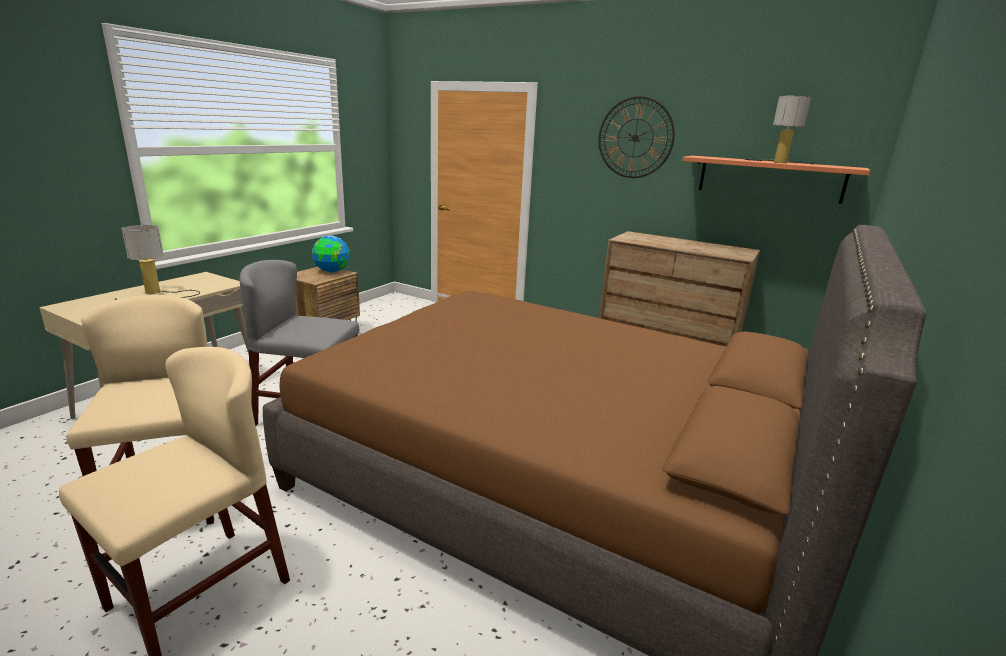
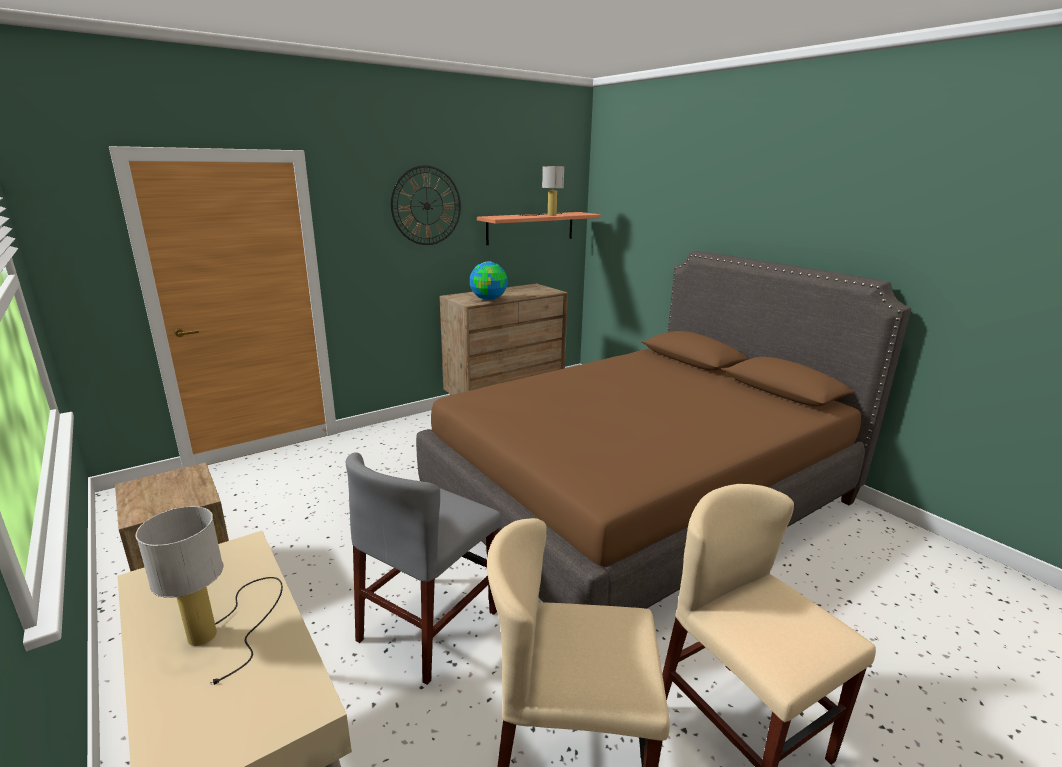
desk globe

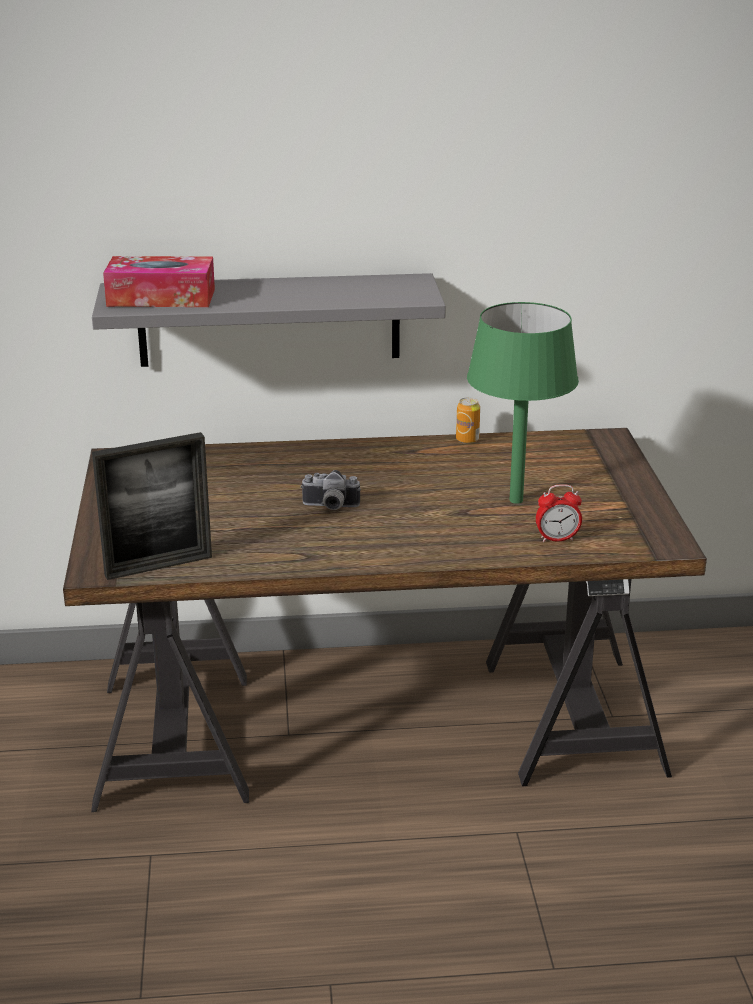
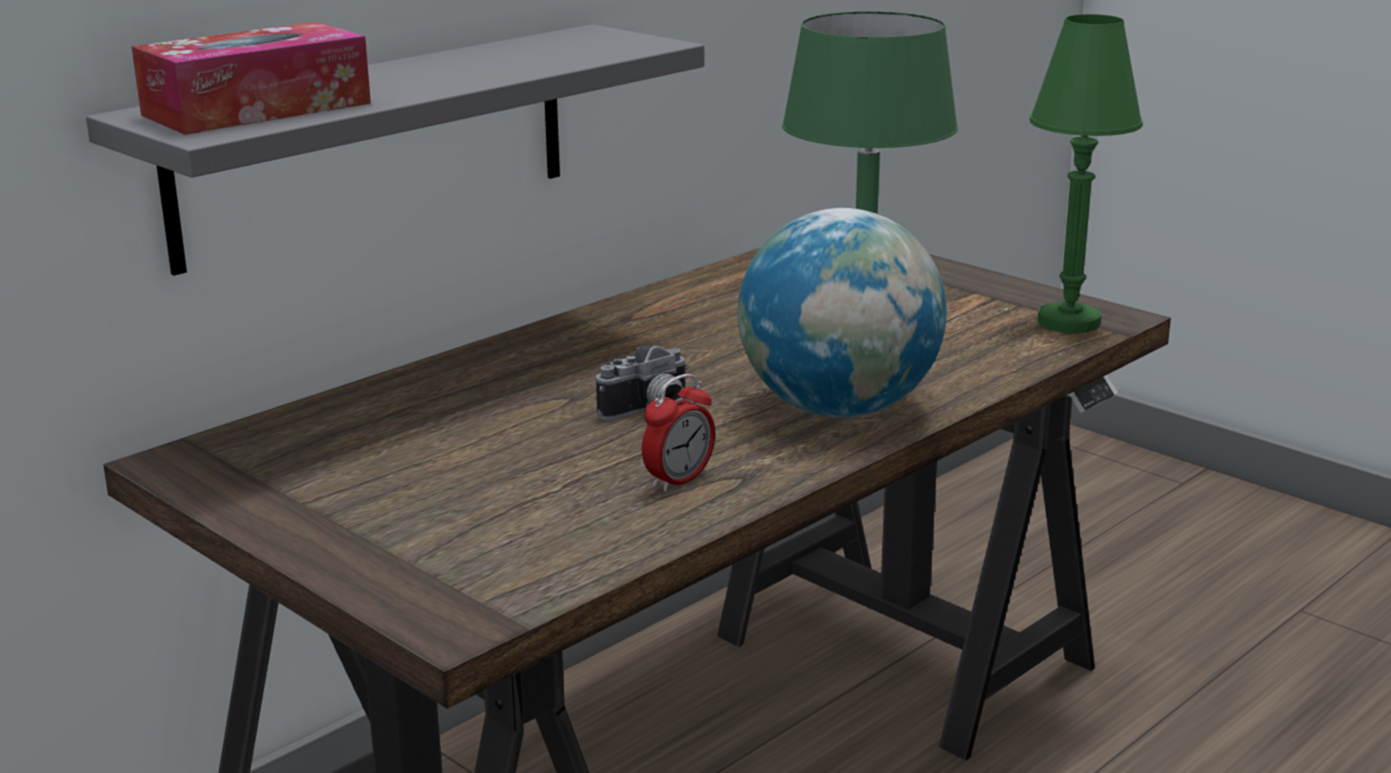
alarm clock; desk globe; tabletop lamp in greenish (no. 2 from left); standing frame; metal can

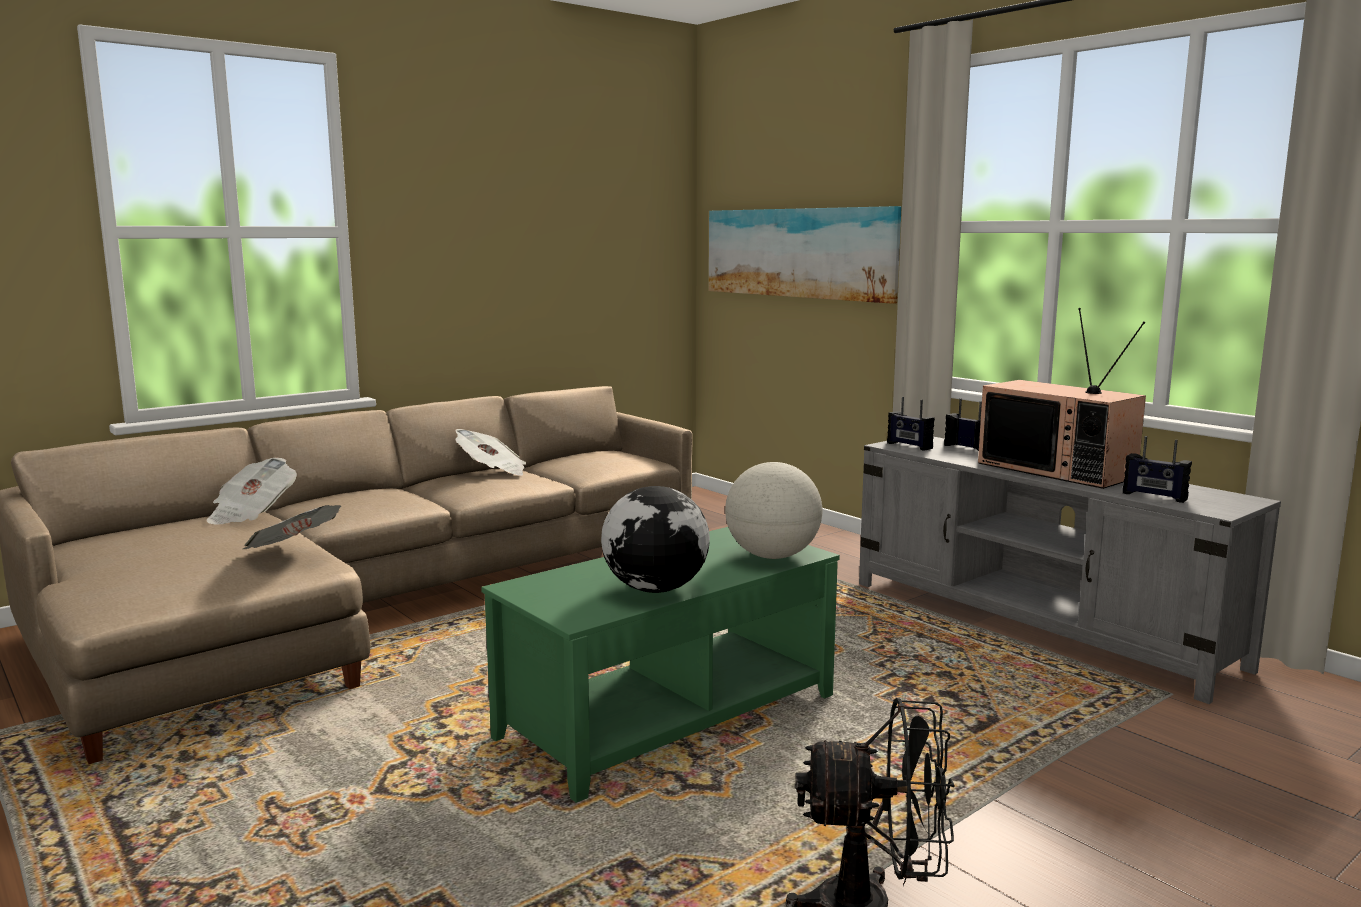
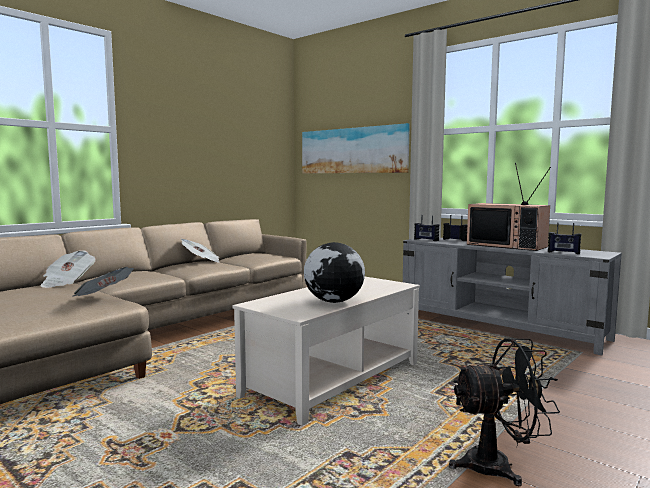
lounge table in beige-coloured; desk globe (no. 2 from left in the first image)

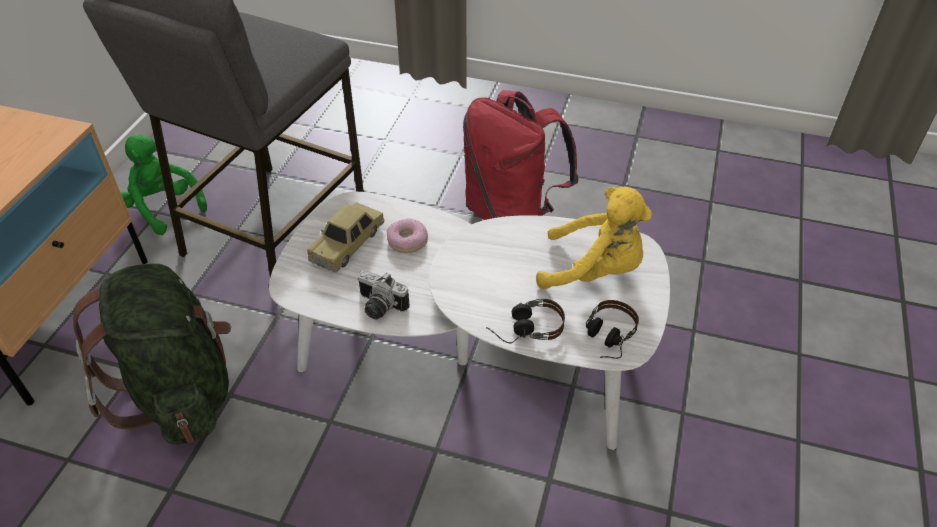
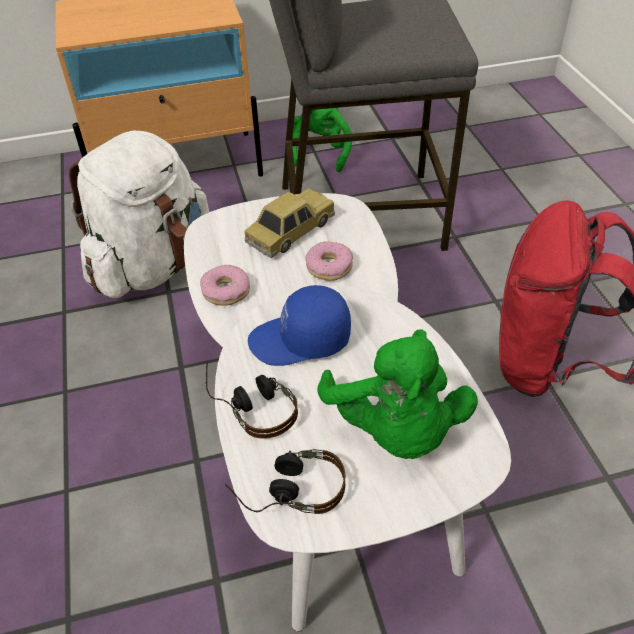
rucksack in white-coloured; donut (no. 1 from left); miniature car; cap in blue; soft toy in greenish (no. 2 from left)

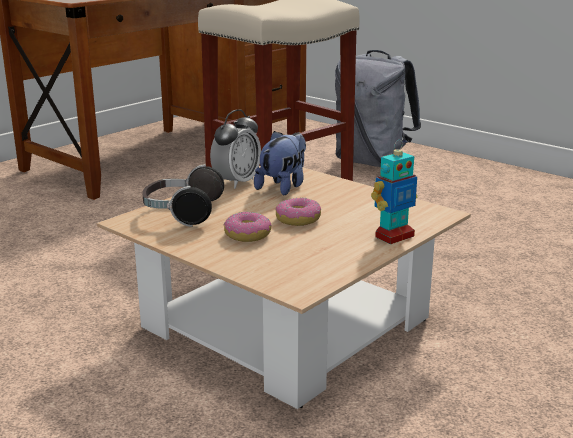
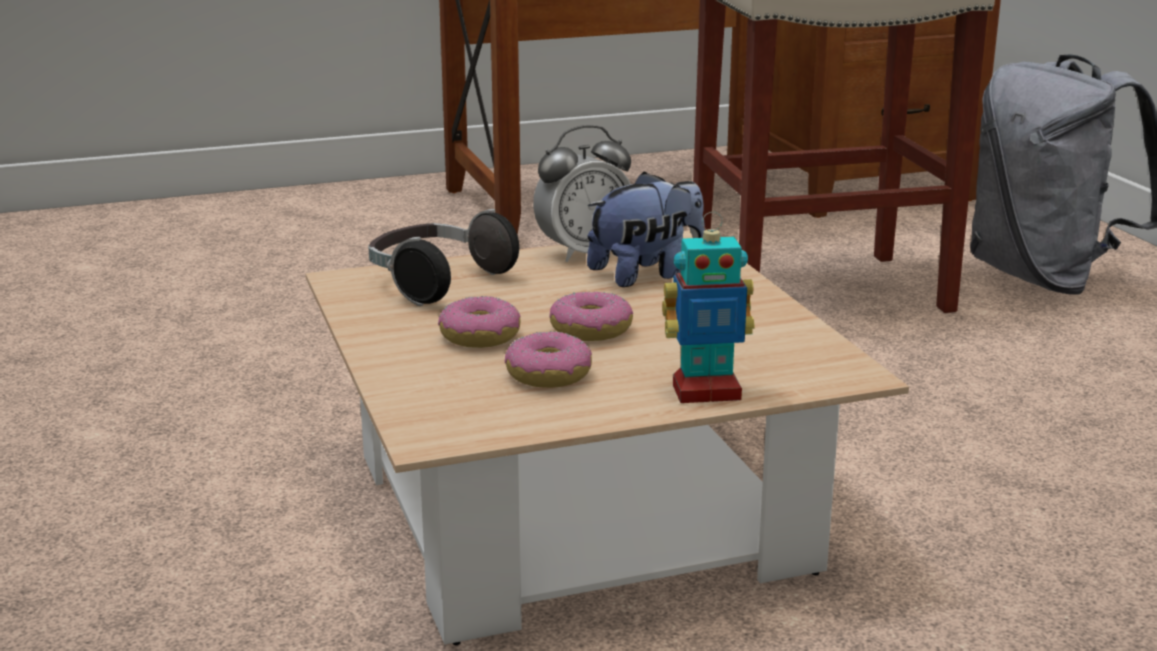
donut (no. 2 from left)

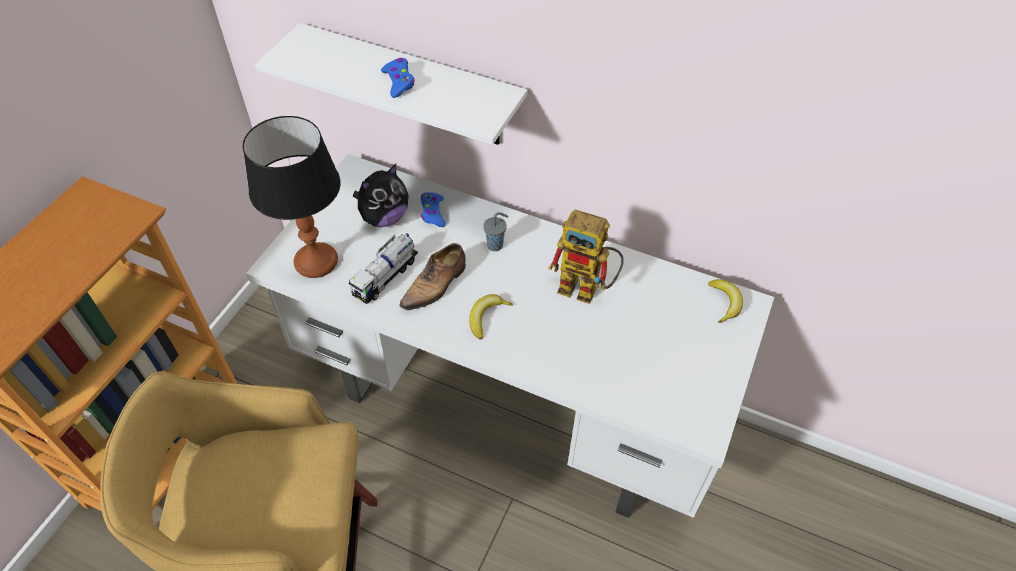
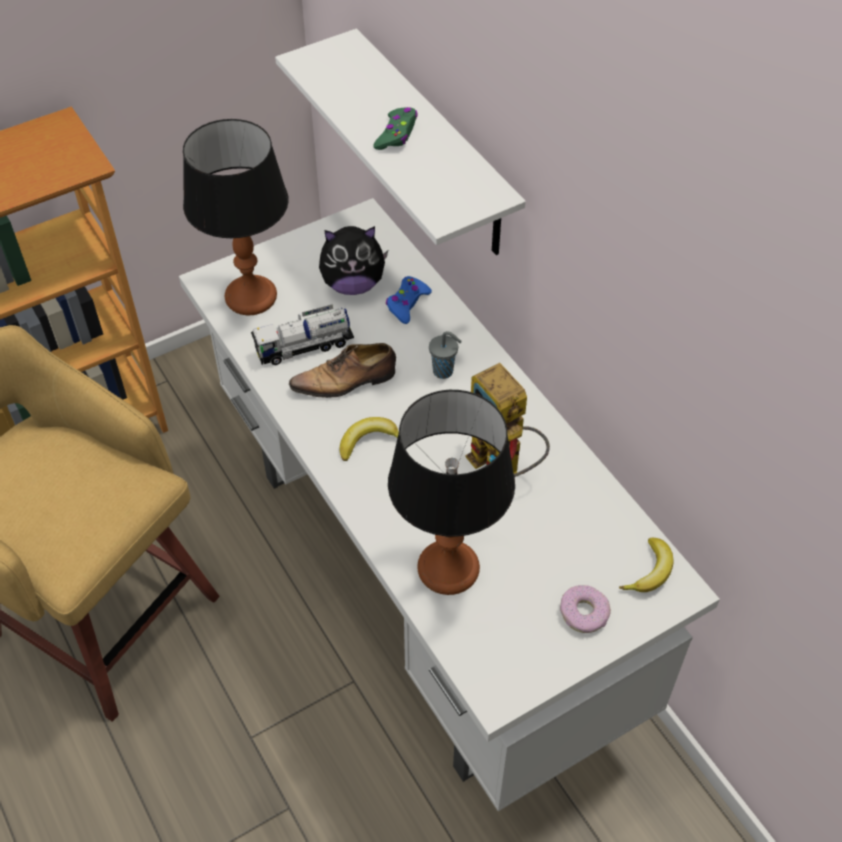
gamepad in greenish; tabletop lamp (no. 2 from left); donut

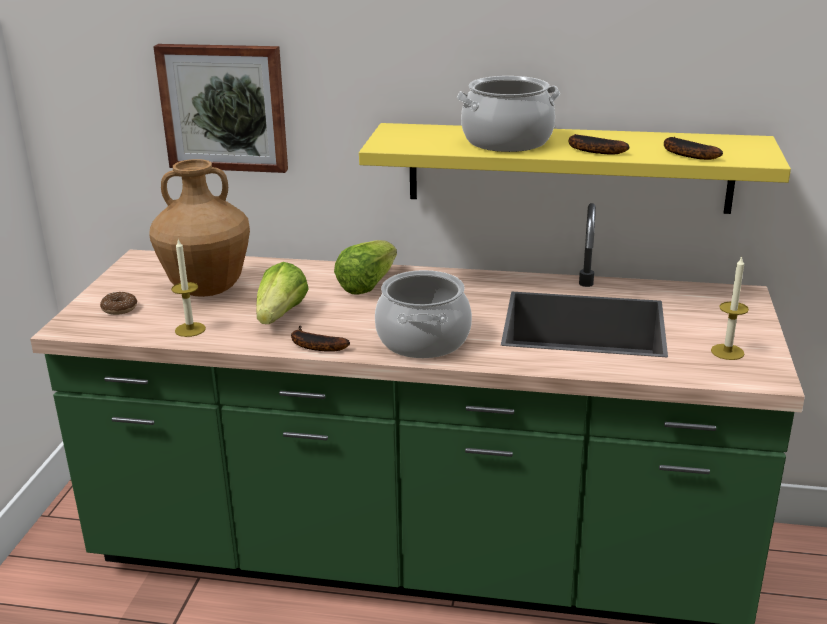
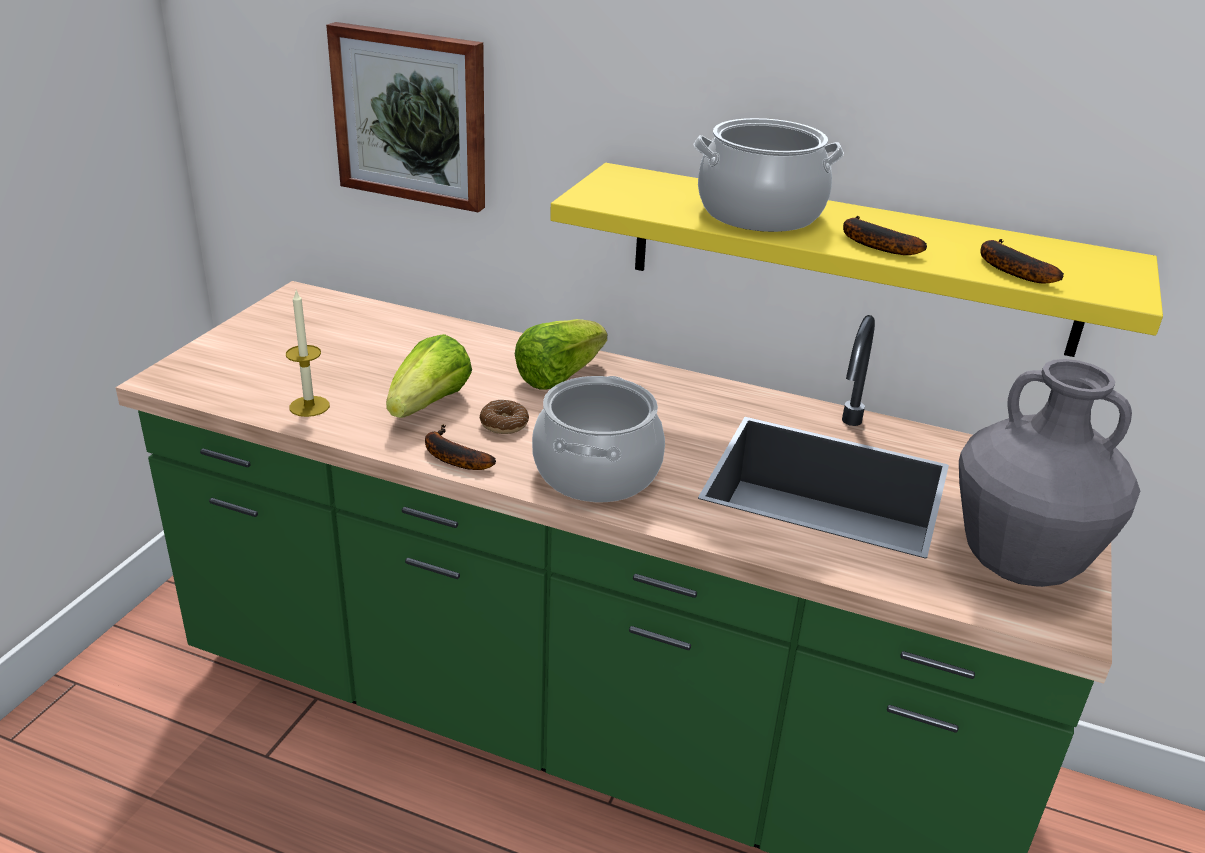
donut; decorative vase in grey; decorative vase in brown

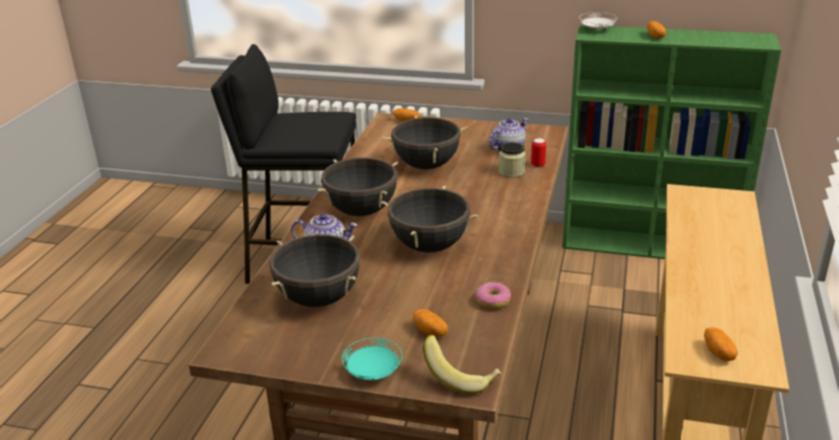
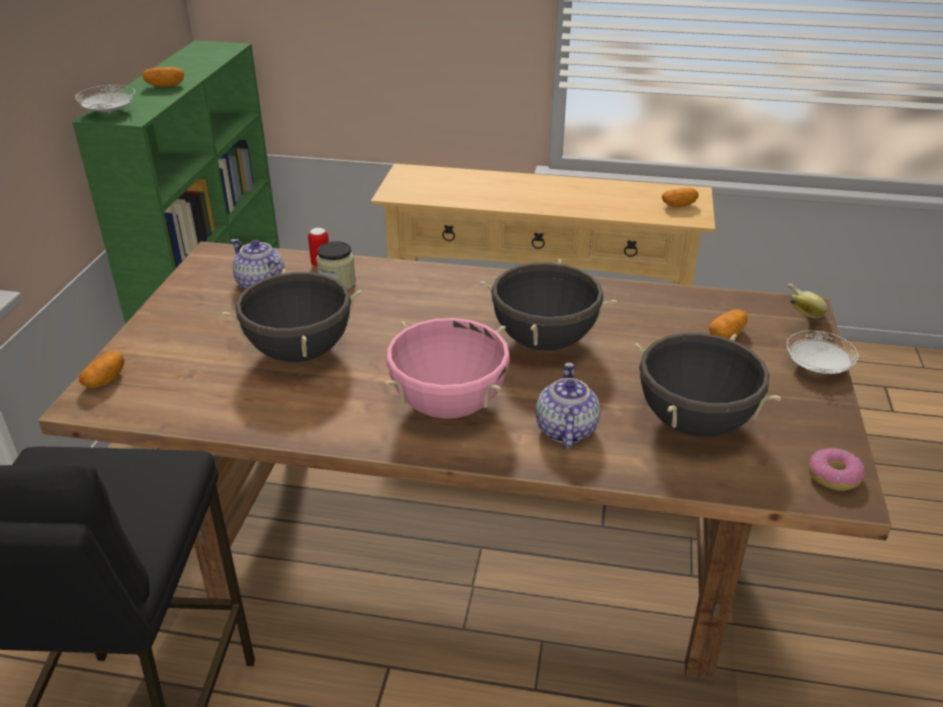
cooking pot in pink; flat dish in white-coloured (no. 2 from left); donut

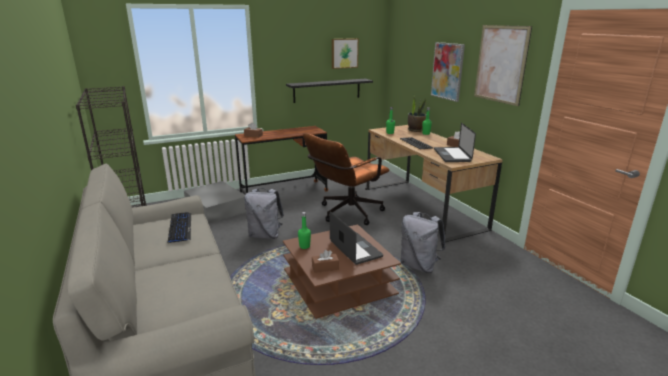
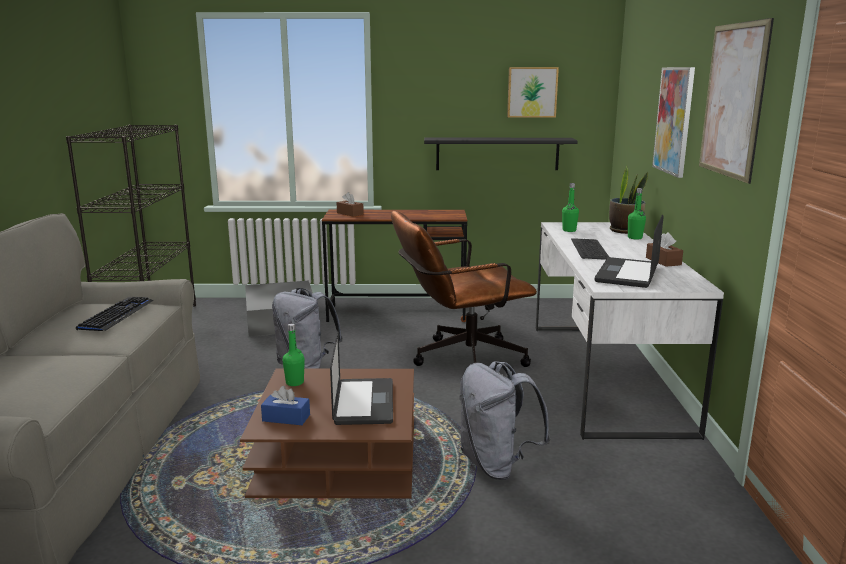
box of tissues in blue; desk table in white-coloured

